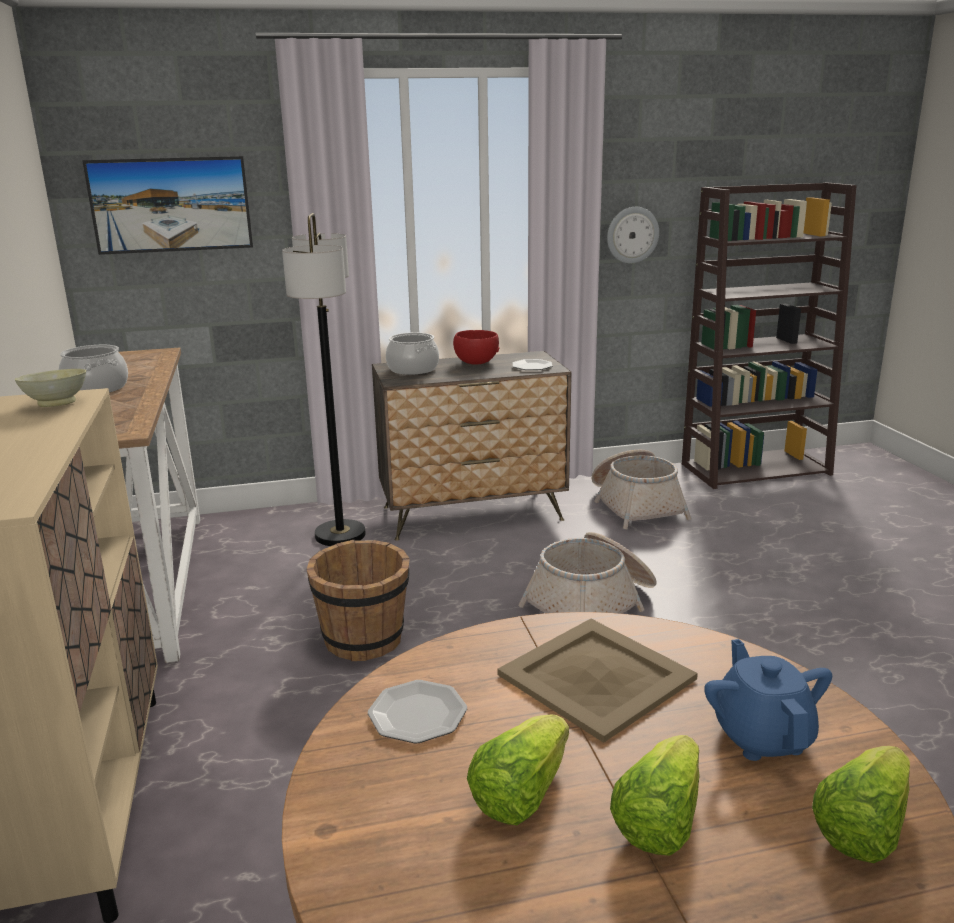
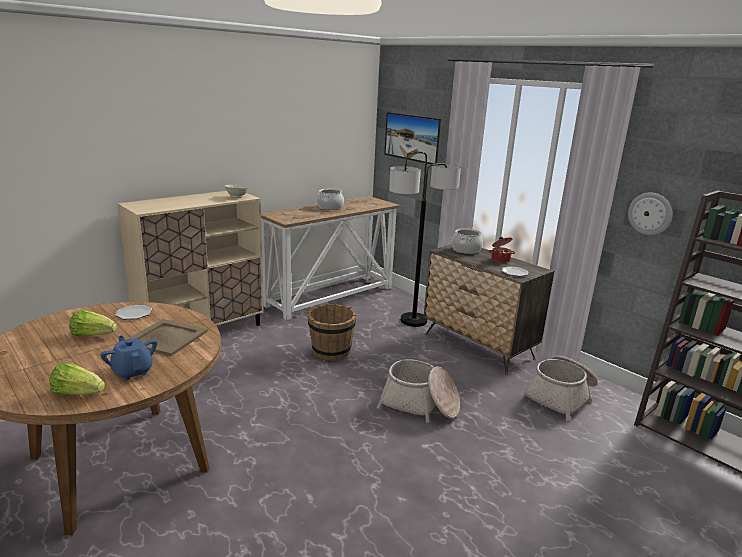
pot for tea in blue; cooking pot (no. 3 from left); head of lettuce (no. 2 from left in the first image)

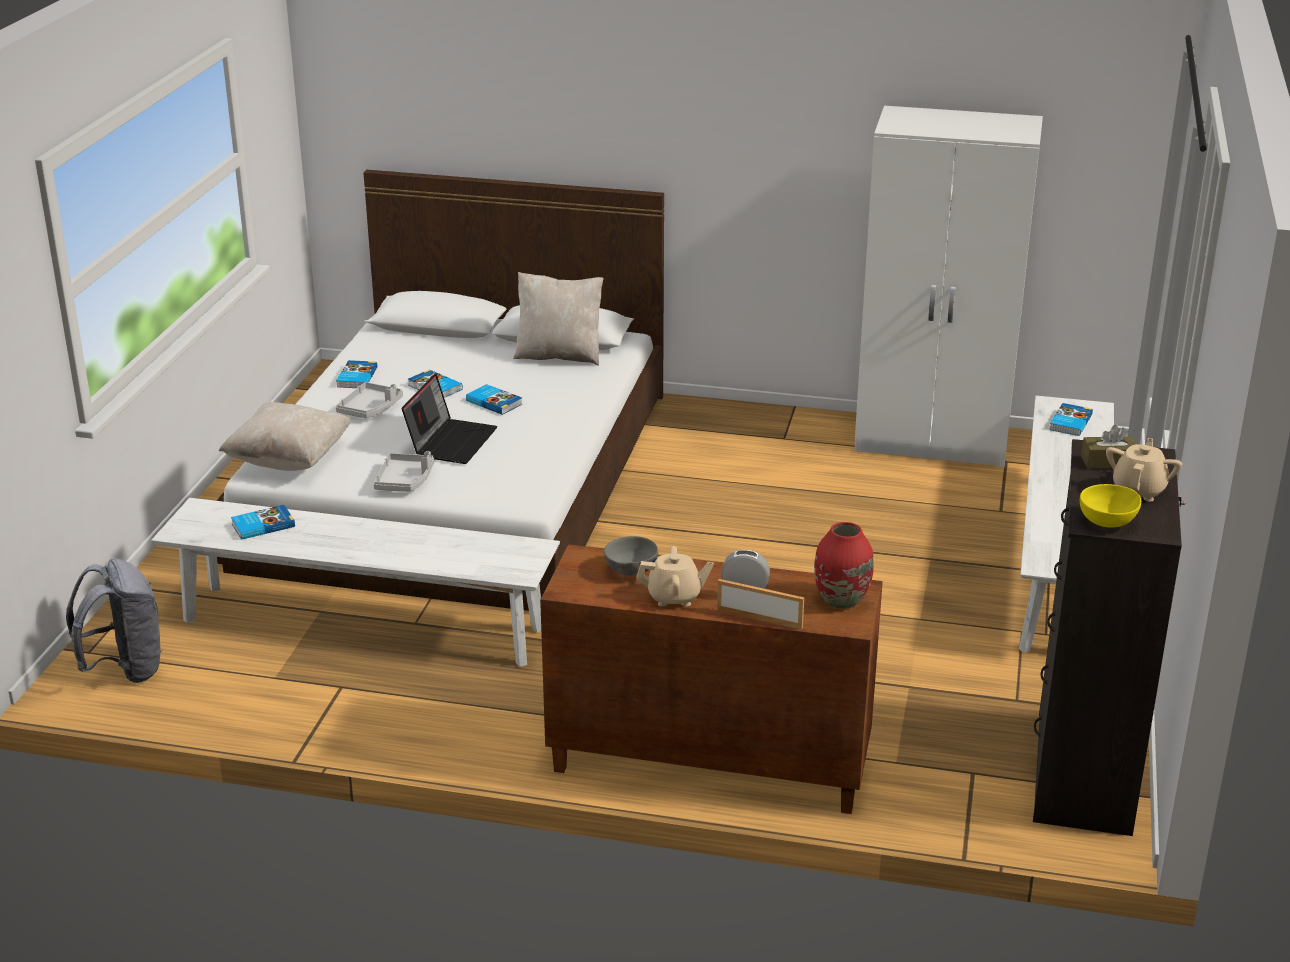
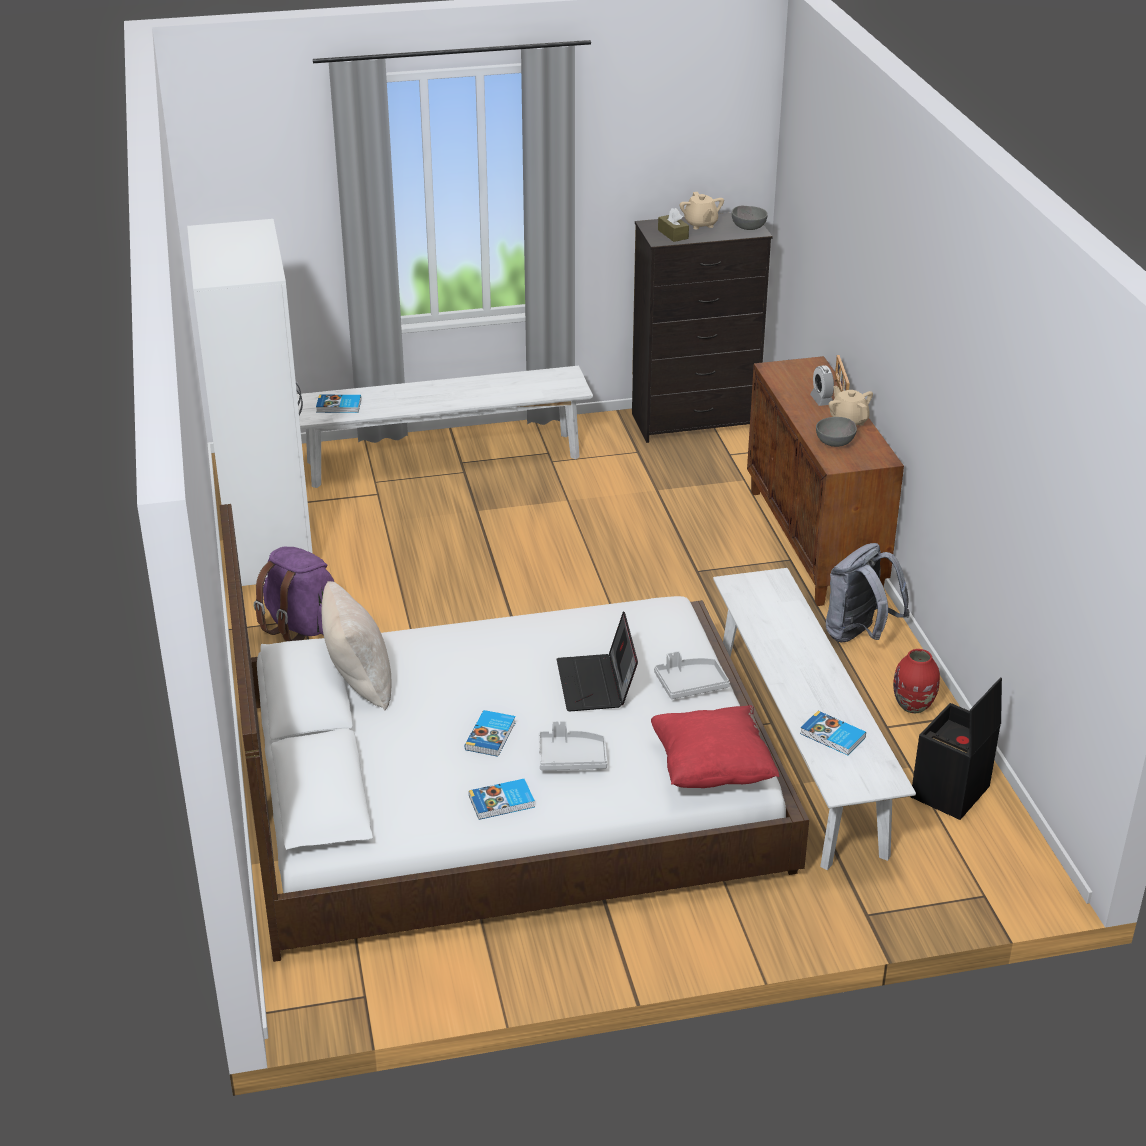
rucksack in purple-coloured; laptop; throw pillow in red-coloured; pot for tea in beige-coloured (no. 1 from left); serving bowl in grey (no. 1 from left); rucksack in grey; decorative vase in red-coloured; storage container in blackish; bound book (no. 4 from left in the first image)

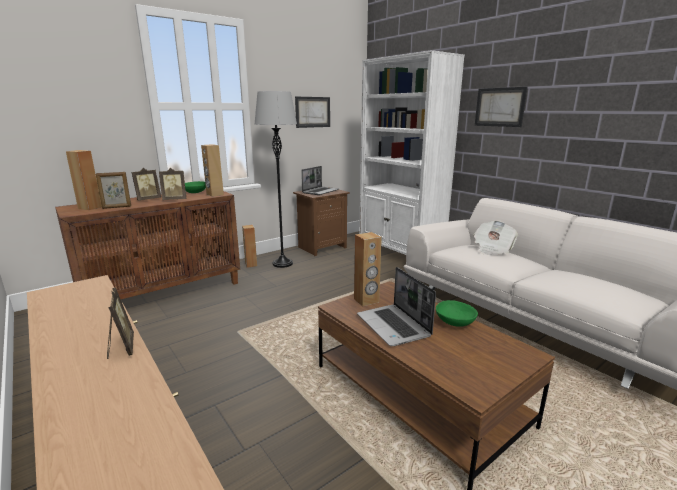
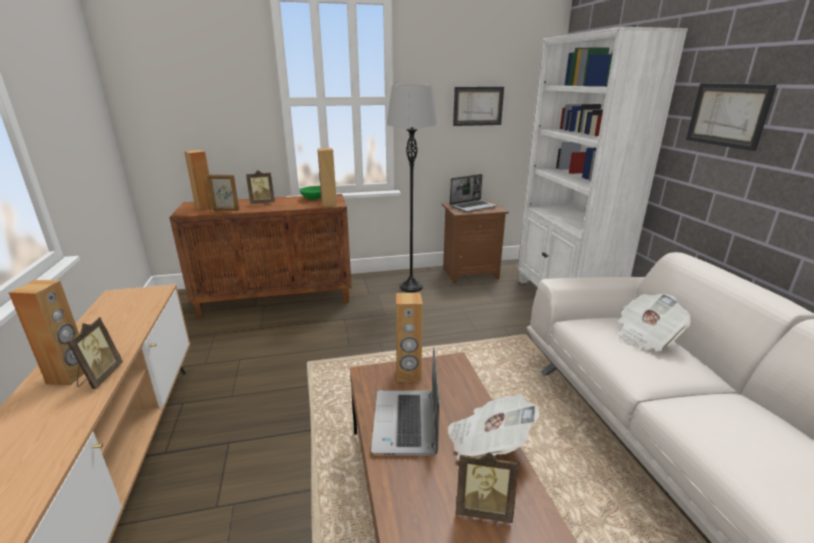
audio speaker in brown (no. 1 from left); printed paper (no. 1 from left); standing frame (no. 4 from left)

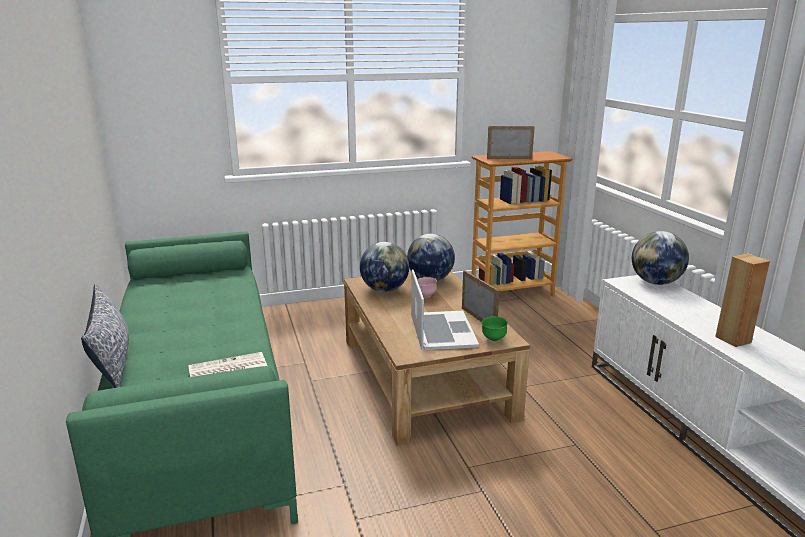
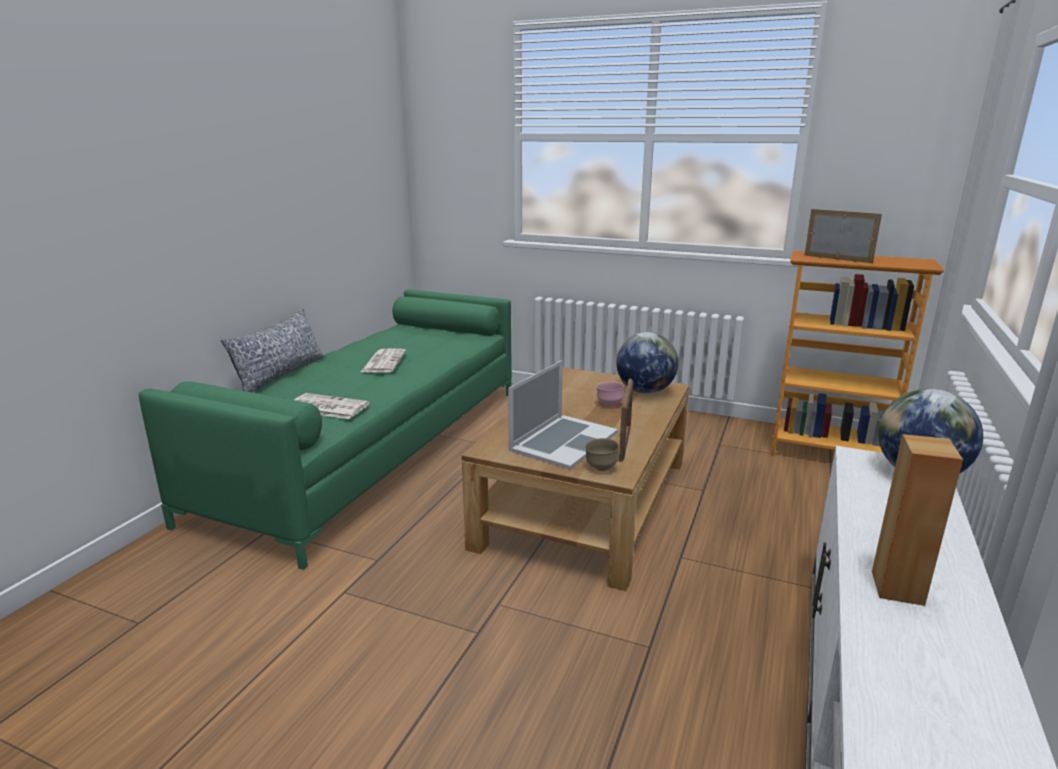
printed paper (no. 2 from left); serving bowl in brown; desk globe (no. 1 from left in the first image)

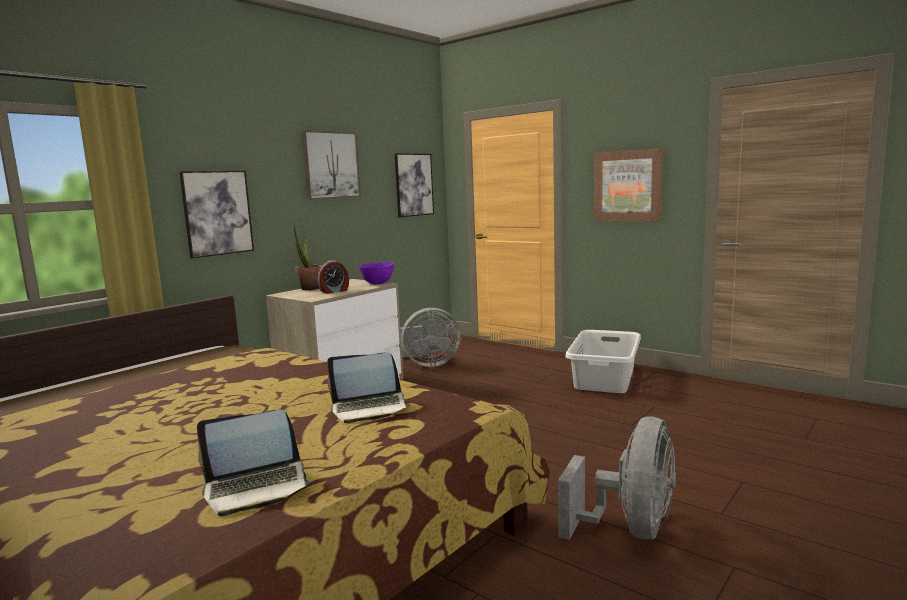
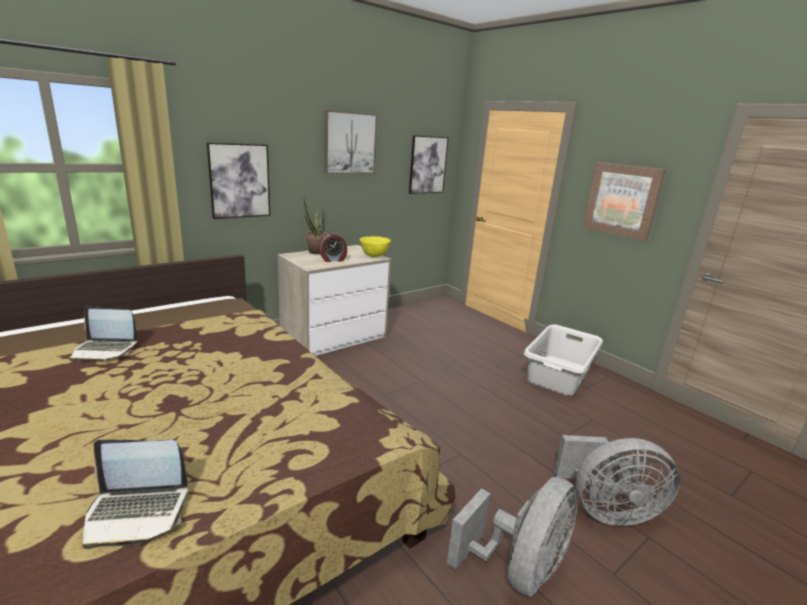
laptop (no. 1 from left); serving bowl in yellow-coloured; cooling fan in grey (no. 2 from left)

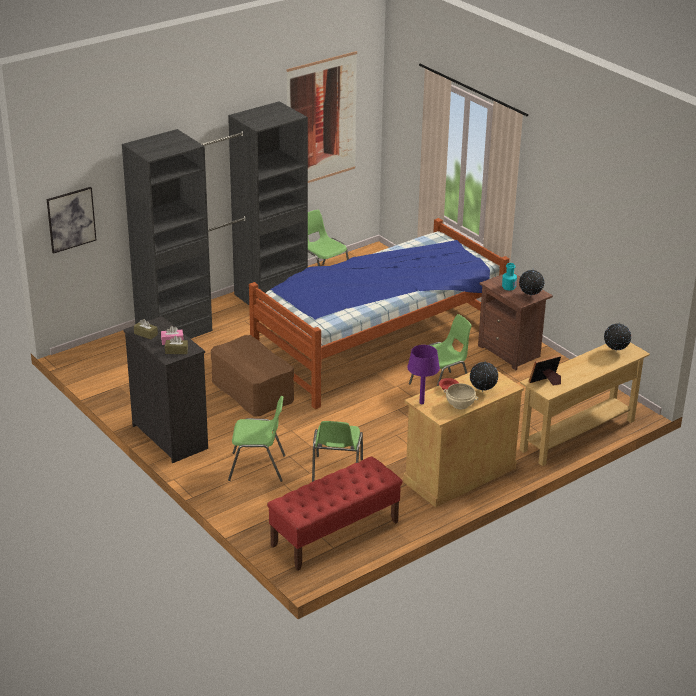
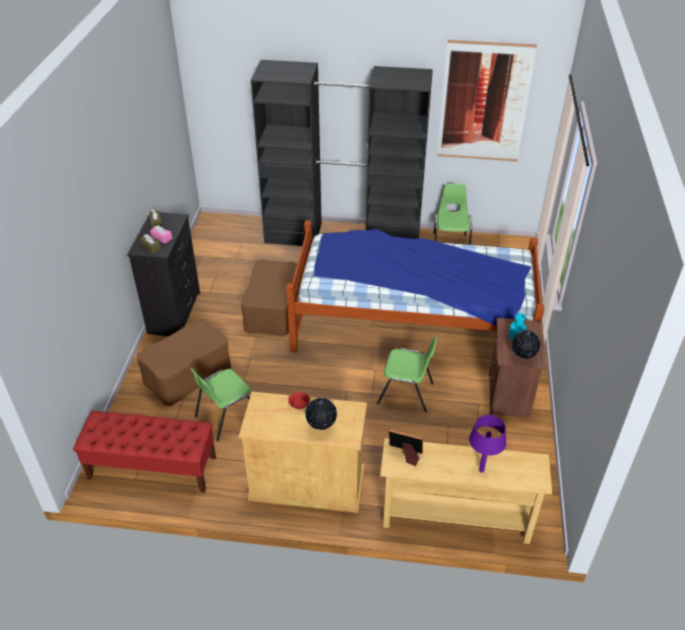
ottoman in brown (no. 1 from left); tabletop lamp in purple-coloured; wall art (no. 1 from left in the first image); serving bowl in beige-coloured; desk globe (no. 3 from left in the first image)

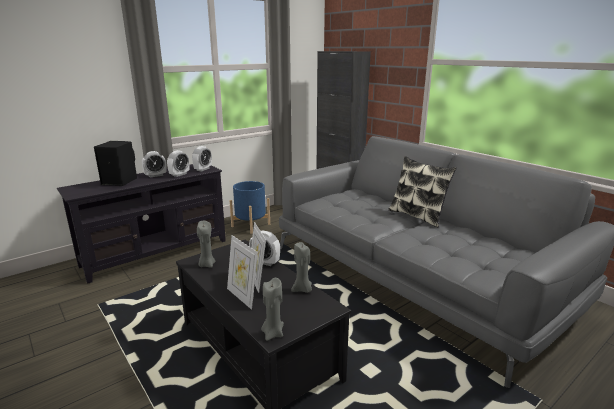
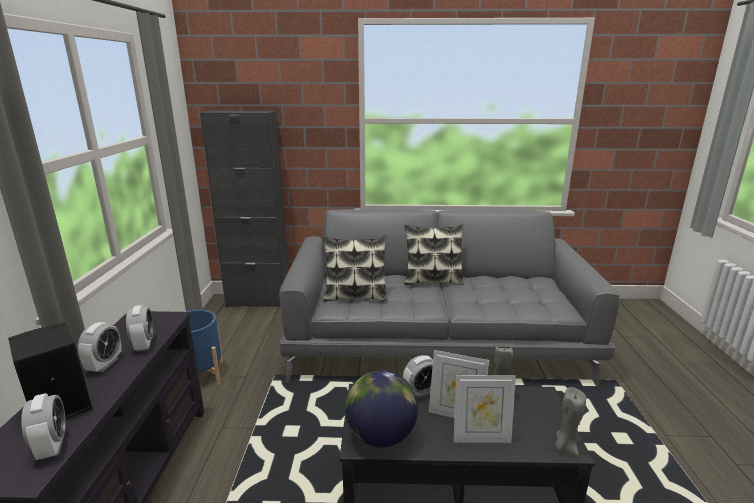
alarm clock (no. 1 from left); throw pillow (no. 1 from left); desk globe

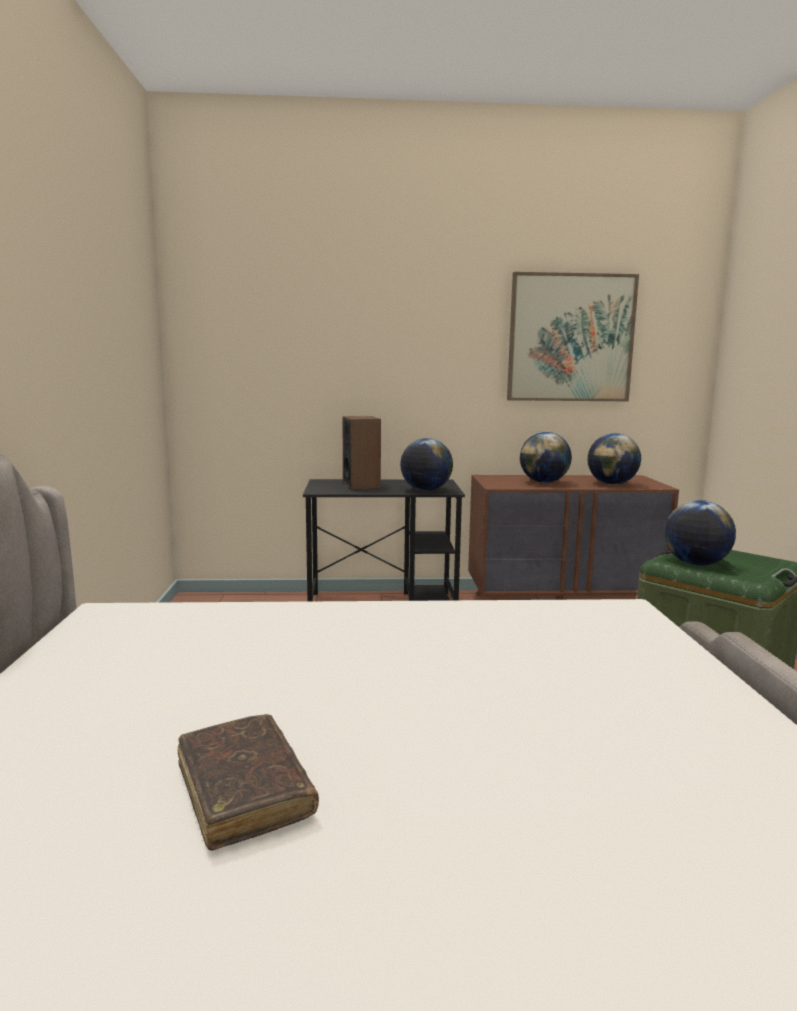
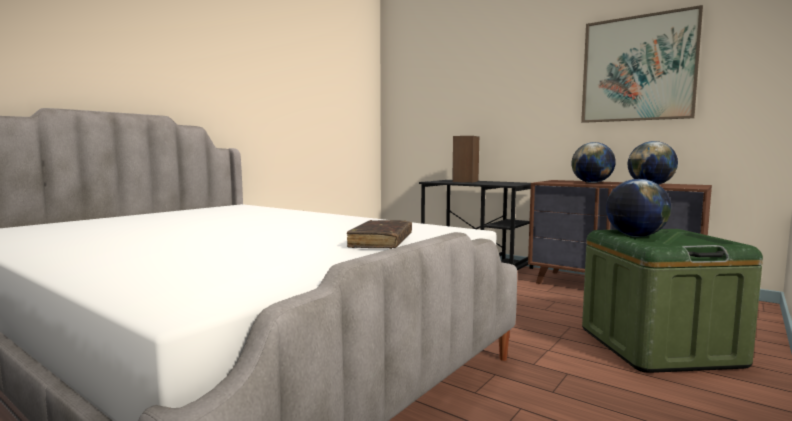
bound book in brown; desk globe (no. 1 from left in the first image)

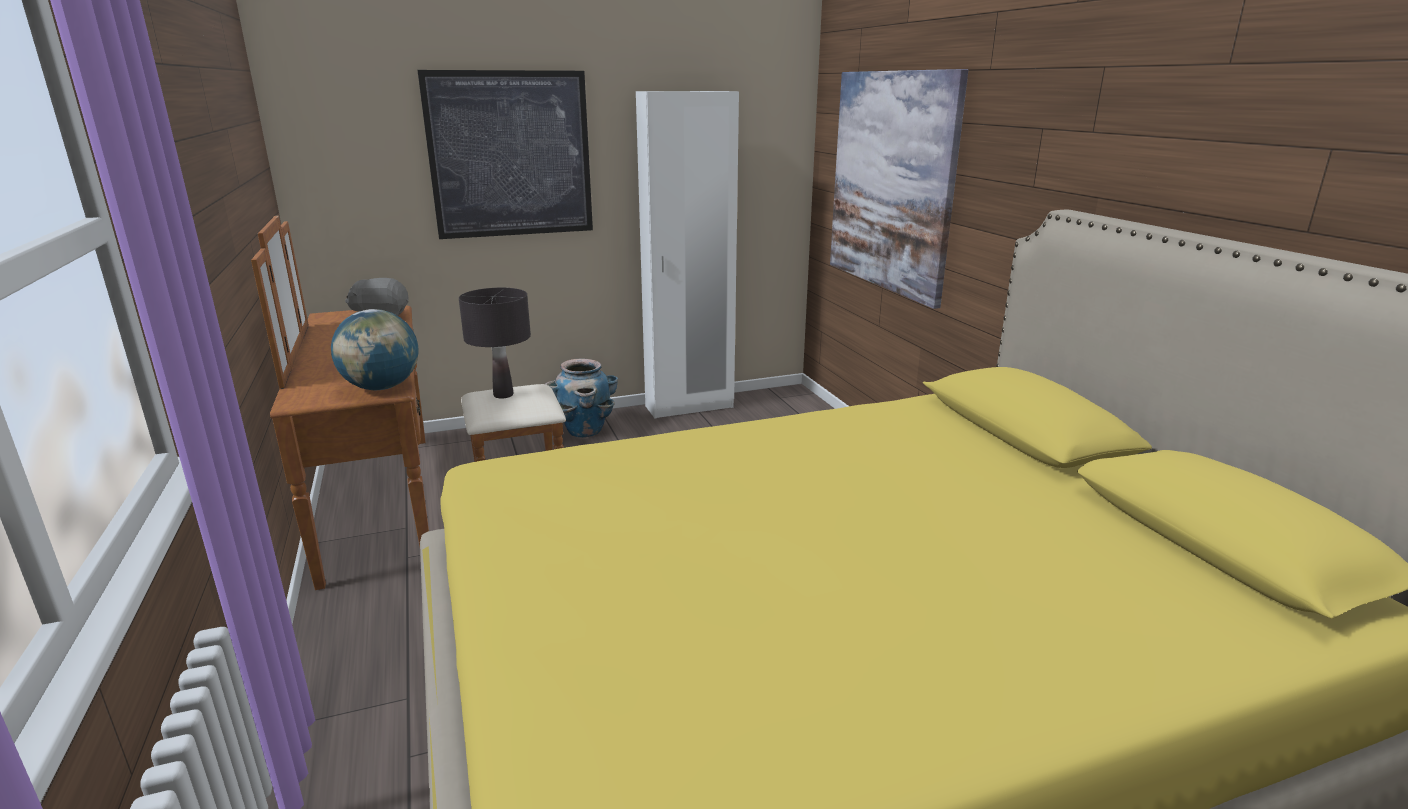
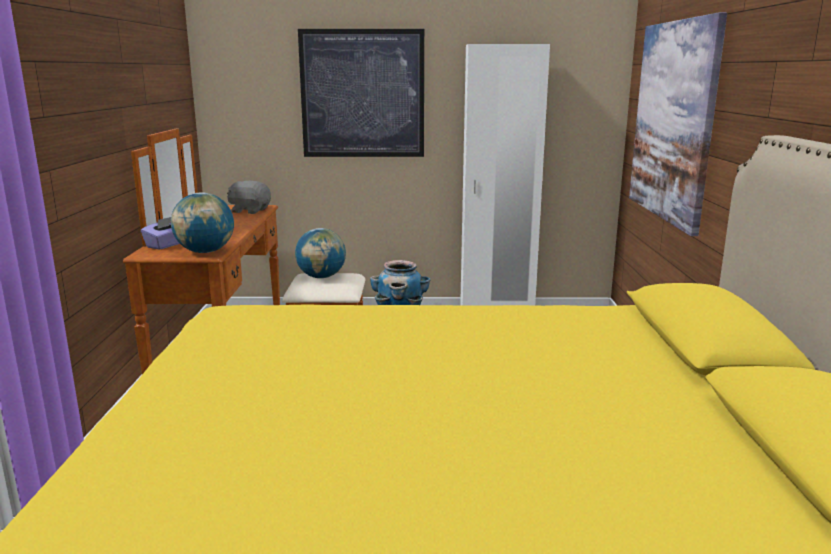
box of tissues in purple-coloured; desk globe (no. 2 from left)

